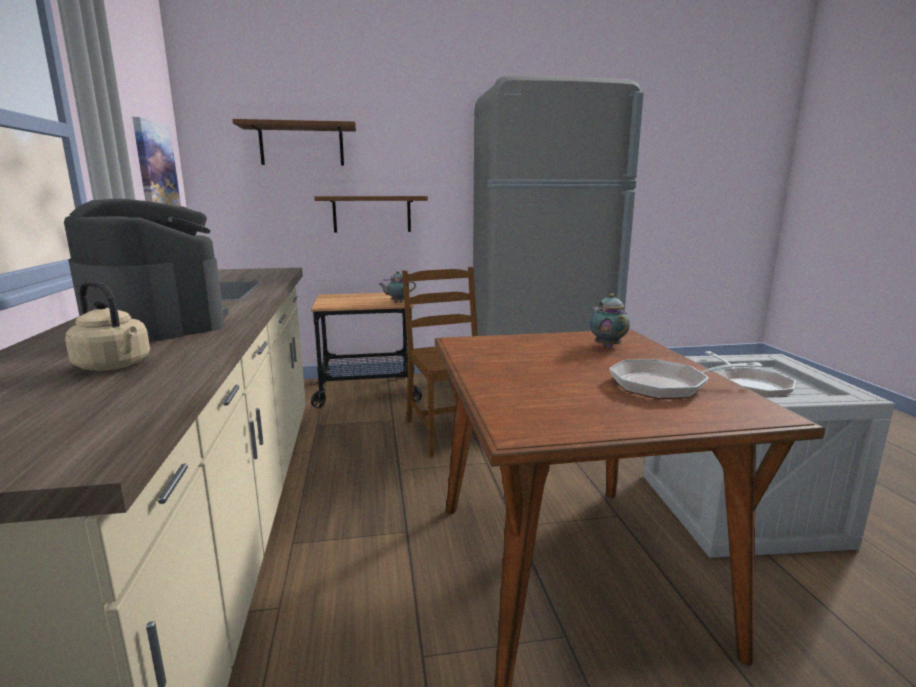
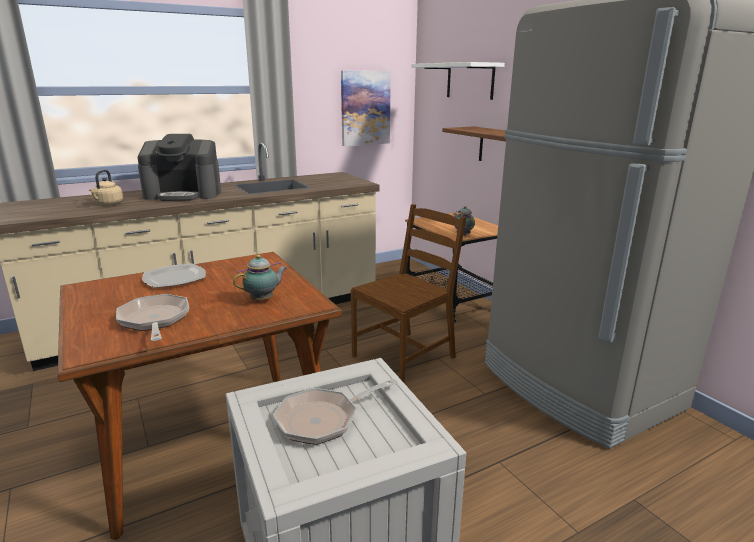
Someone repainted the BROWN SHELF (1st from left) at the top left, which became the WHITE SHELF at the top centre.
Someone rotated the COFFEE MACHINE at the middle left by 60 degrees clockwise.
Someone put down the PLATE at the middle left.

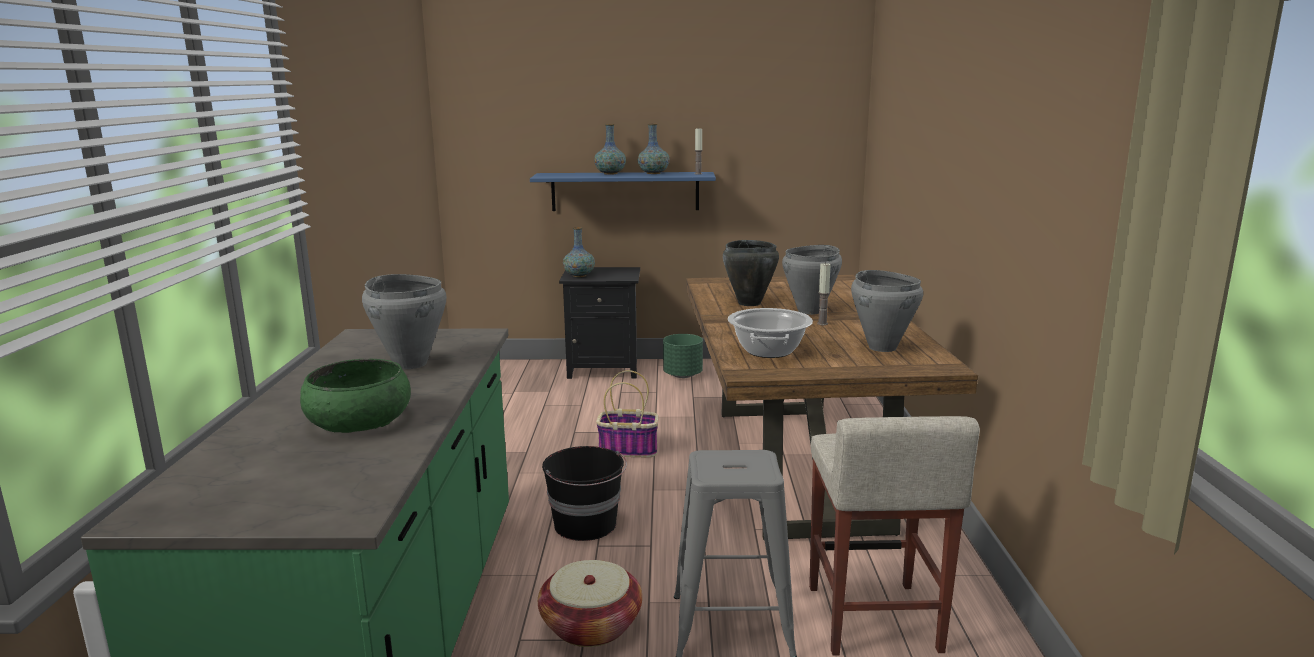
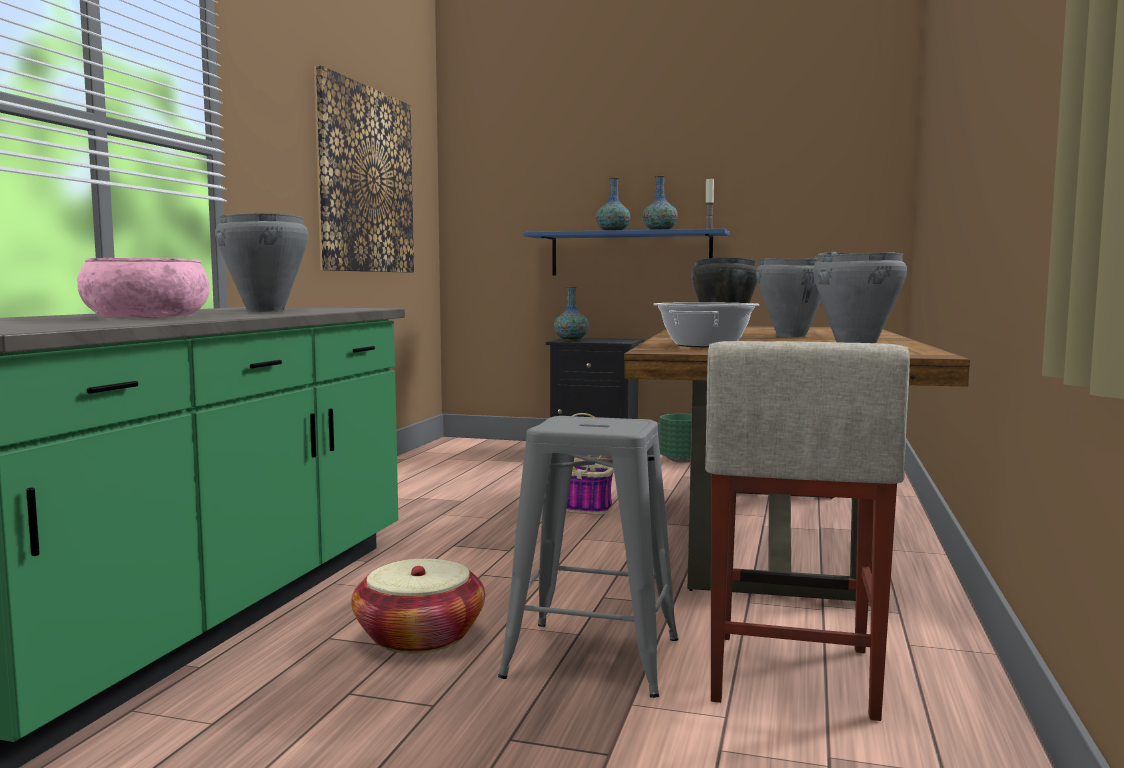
Someone took away the CANDLE (2nd from left) at the centre.
Someone repainted the GREEN BOWL at the middle left, which became the PINK BOWL at the middle left.
Someone took away the BLACK BUCKET at the bottom centre.
Someone put up the PICTURE at the top left.

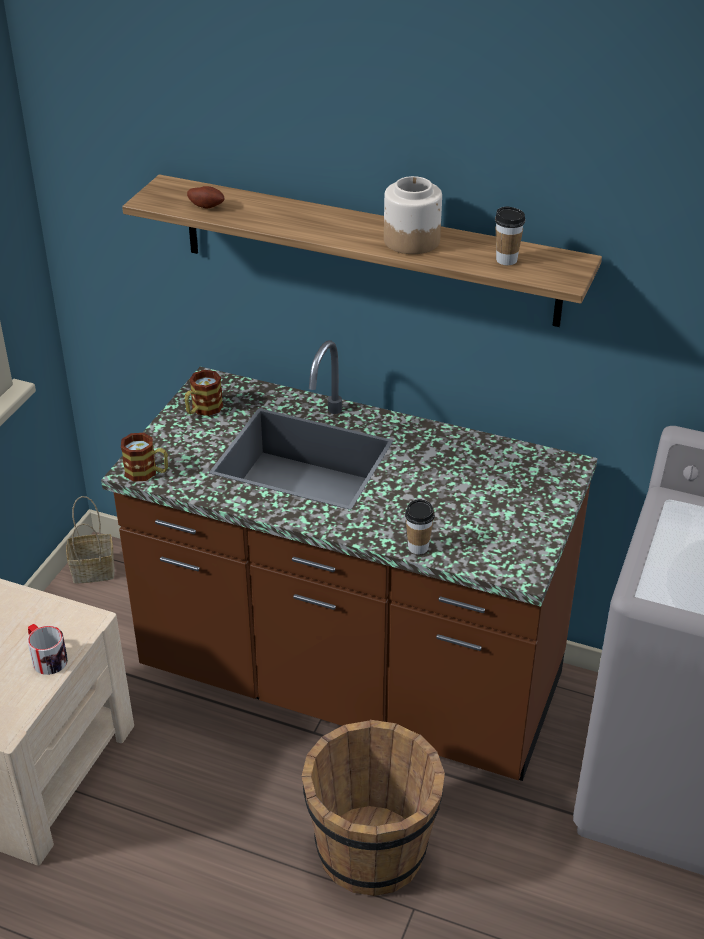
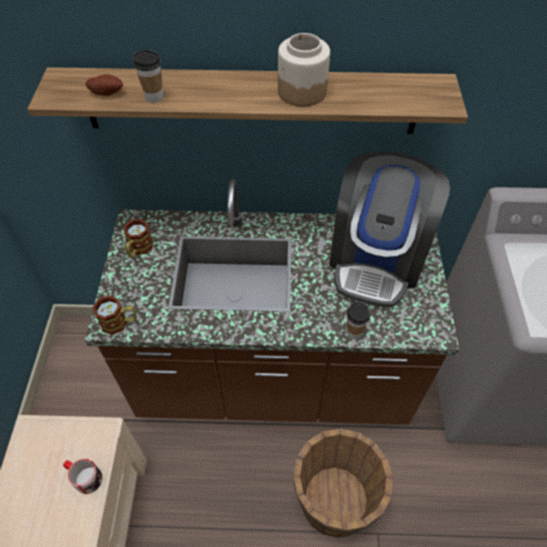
Someone carried the CUP (2nd from left in the first image) from the top right to the top left.
Someone took away the BASKET at the middle left.
Someone put down the COFFEE MACHINE at the middle right.

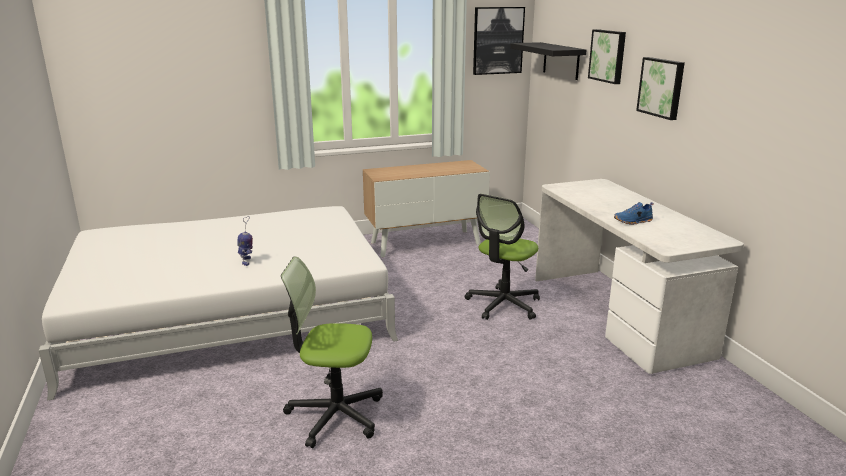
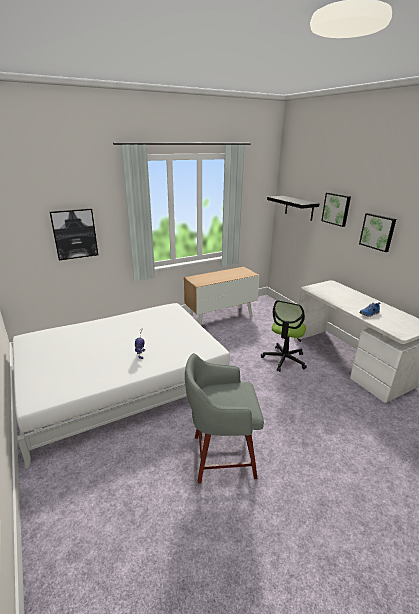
Someone carried the PICTURE (1st from left) from the top centre to the middle left.
Someone swapped the OFFICE CHAIR (1st from left) at the bottom centre for the GREY STOOL at the bottom centre.

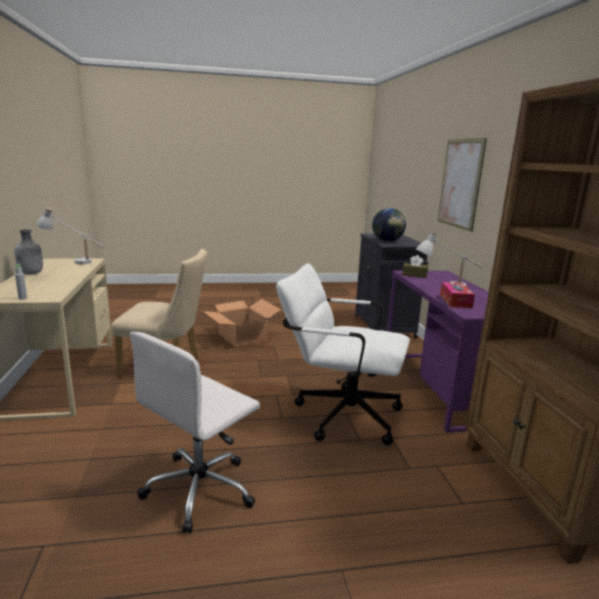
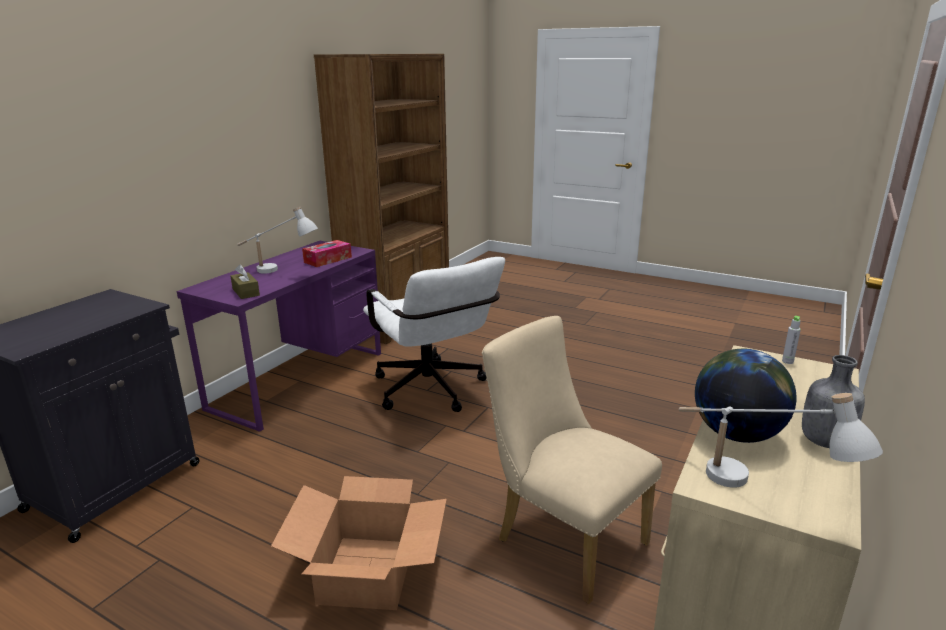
Someone took away the PICTURE at the top right.
Someone carried the GLOBE from the centre to the middle right.
Someone took away the WHITE OFFICE CHAIR (1st from left) at the bottom left.

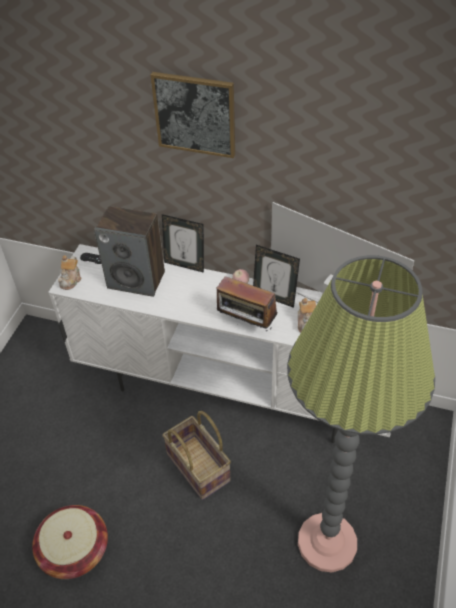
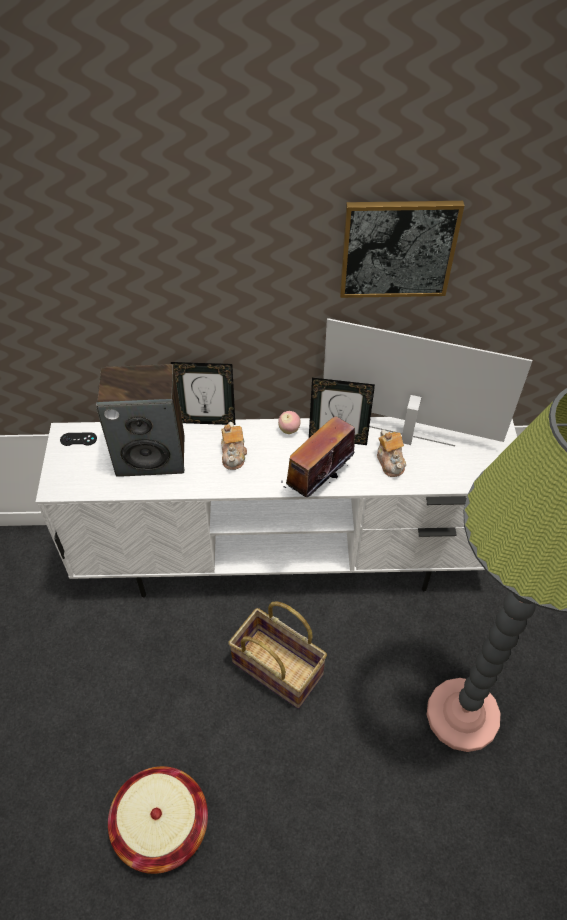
Someone carried the PICTURE from the top centre to the top right.
Someone carried the TEAPOT (1st from left) from the middle left to the centre.
Someone rotated the RADIO at the centre by 120 degrees clockwise.

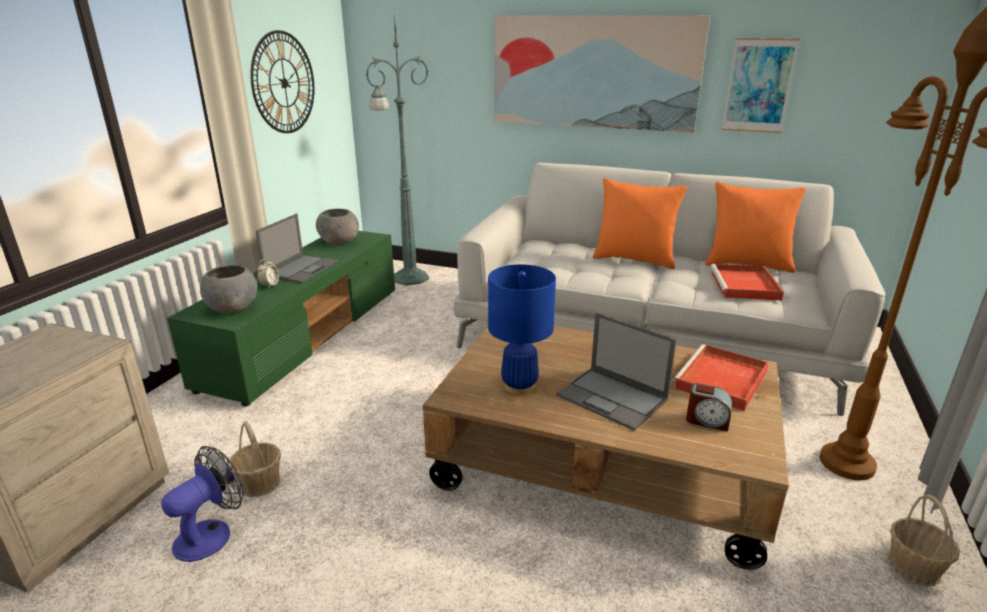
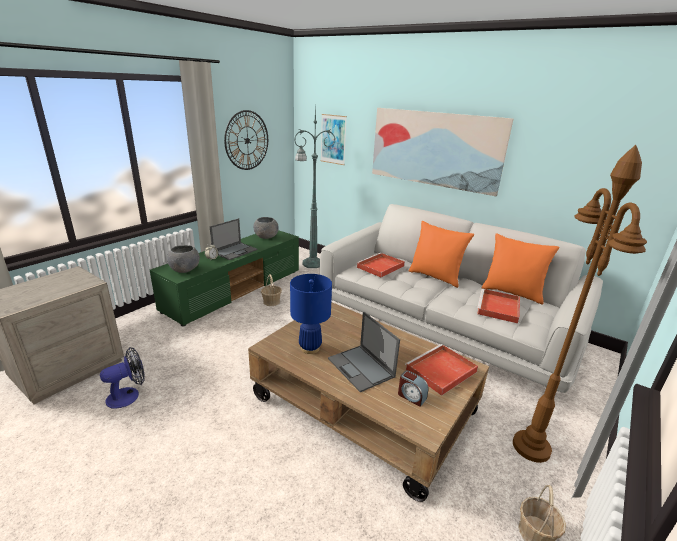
Someone carried the PICTURE (2nd from left in the first image) from the top right to the top centre.
Someone carried the BASKET (1st from left) from the bottom left to the centre.
Someone put down the RED TRAY (1st from left) at the centre.

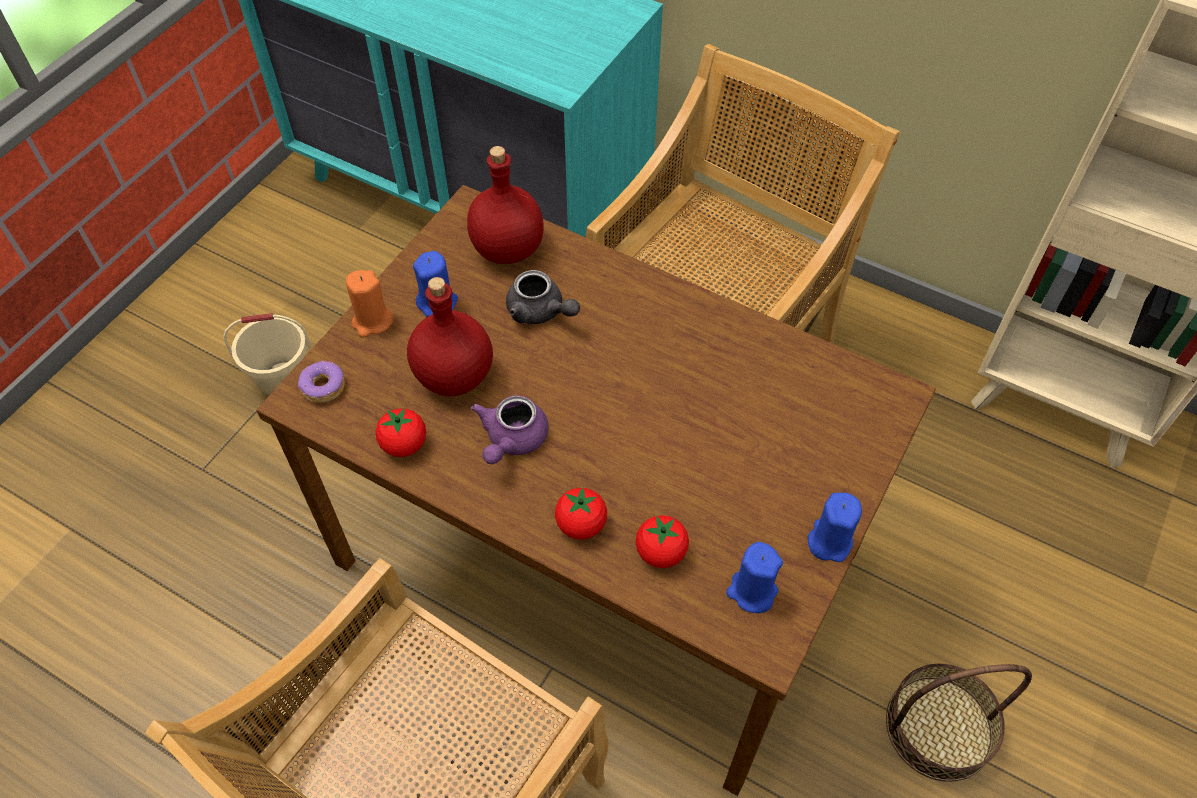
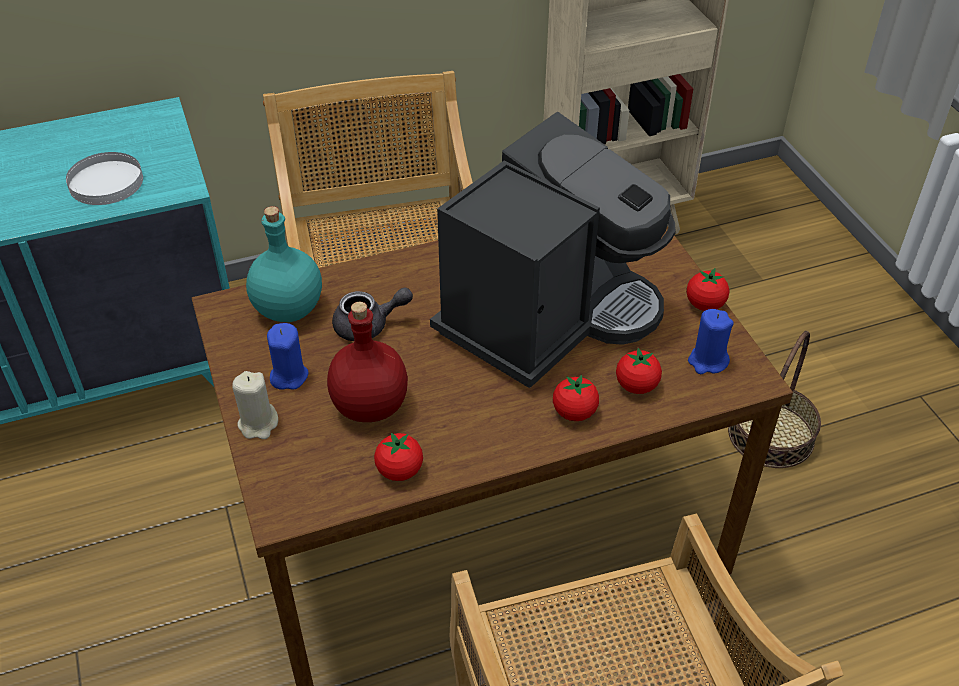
Someone repainted the RED BOTTLE (2nd from left) at the top centre, which became the TURQUOISE BOTTLE at the middle left.
Someone repainted the ORANGE CANDLE at the middle left, which became the BEIGE CANDLE at the middle left.
Someone took away the BEIGE BUCKET at the middle left.
Someone took away the DONUT at the middle left.
Someone took away the PURPLE TEAPOT at the centre.
Someone swapped the BLUE CANDLE (3rd from left) at the middle right for the TOMATO (4th from left) at the middle right.
Someone put down the COFFEE MACHINE at the centre.
Someone put down the WHITE PLATE at the top left.

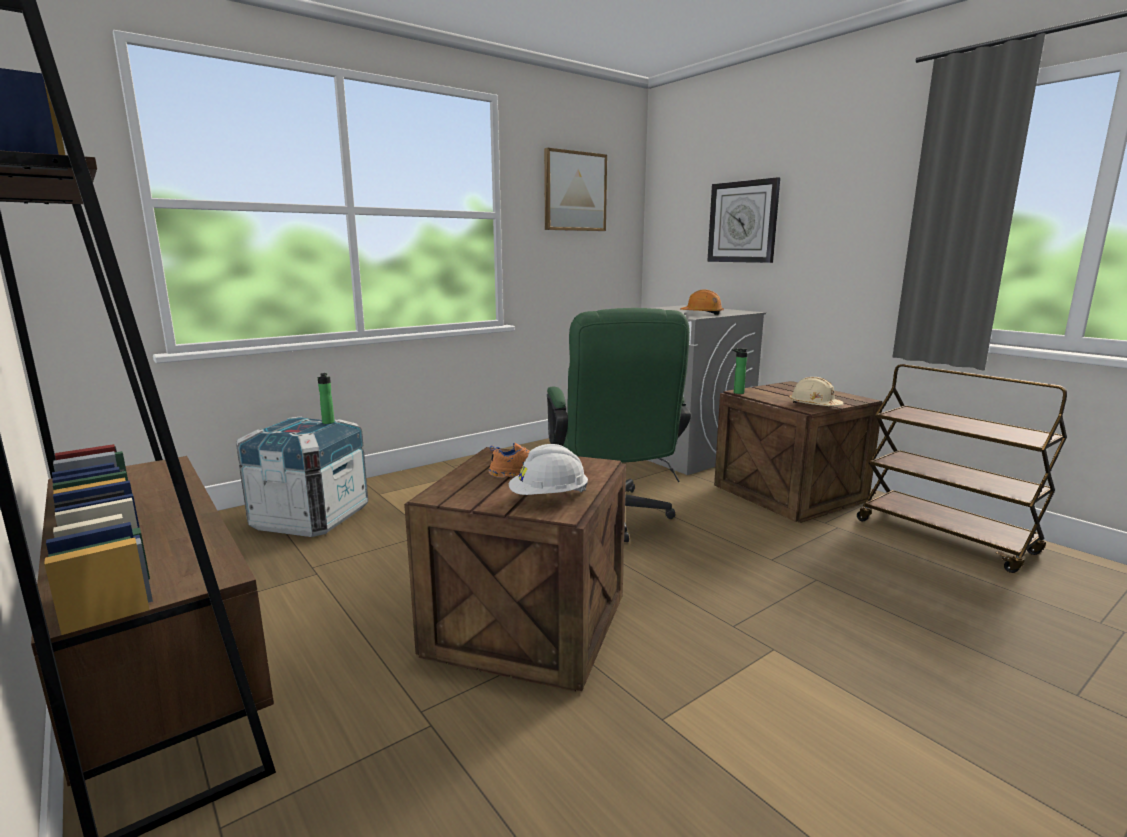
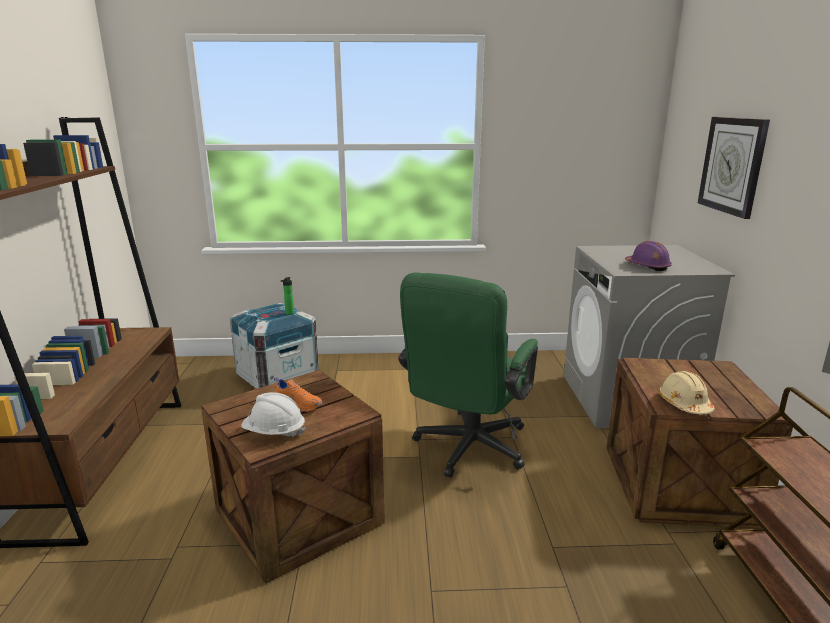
Someone took away the PICTURE at the top centre.
Someone repainted the ORANGE HARD HAT at the centre, which became the PURPLE HARD HAT at the middle right.
Someone took away the BOTTLE (2nd from left) at the centre.

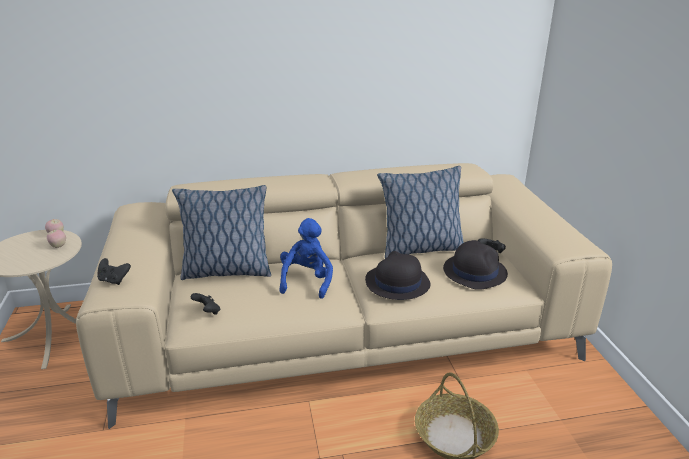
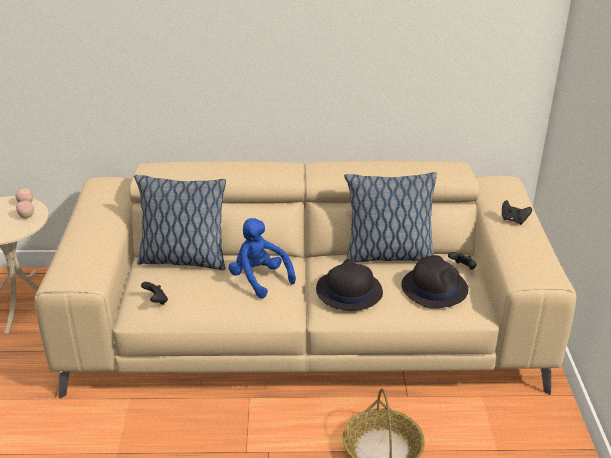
Someone rotated the BLUE PLUSH TOY at the centre by 60 degrees counterclockwise.
Someone carried the BLACK GAME CONTROLLER (1st from left in the first image) from the middle left to the middle right.

